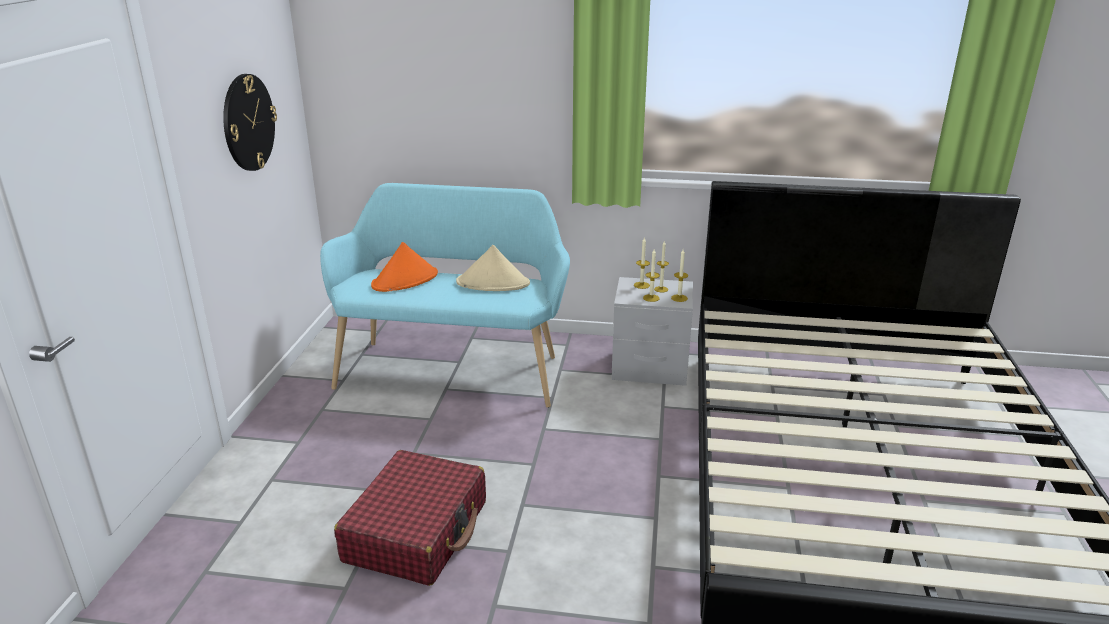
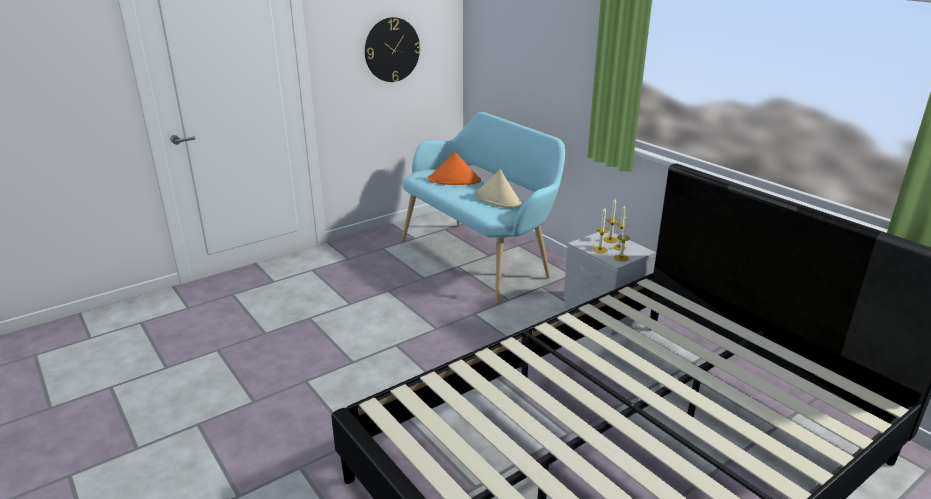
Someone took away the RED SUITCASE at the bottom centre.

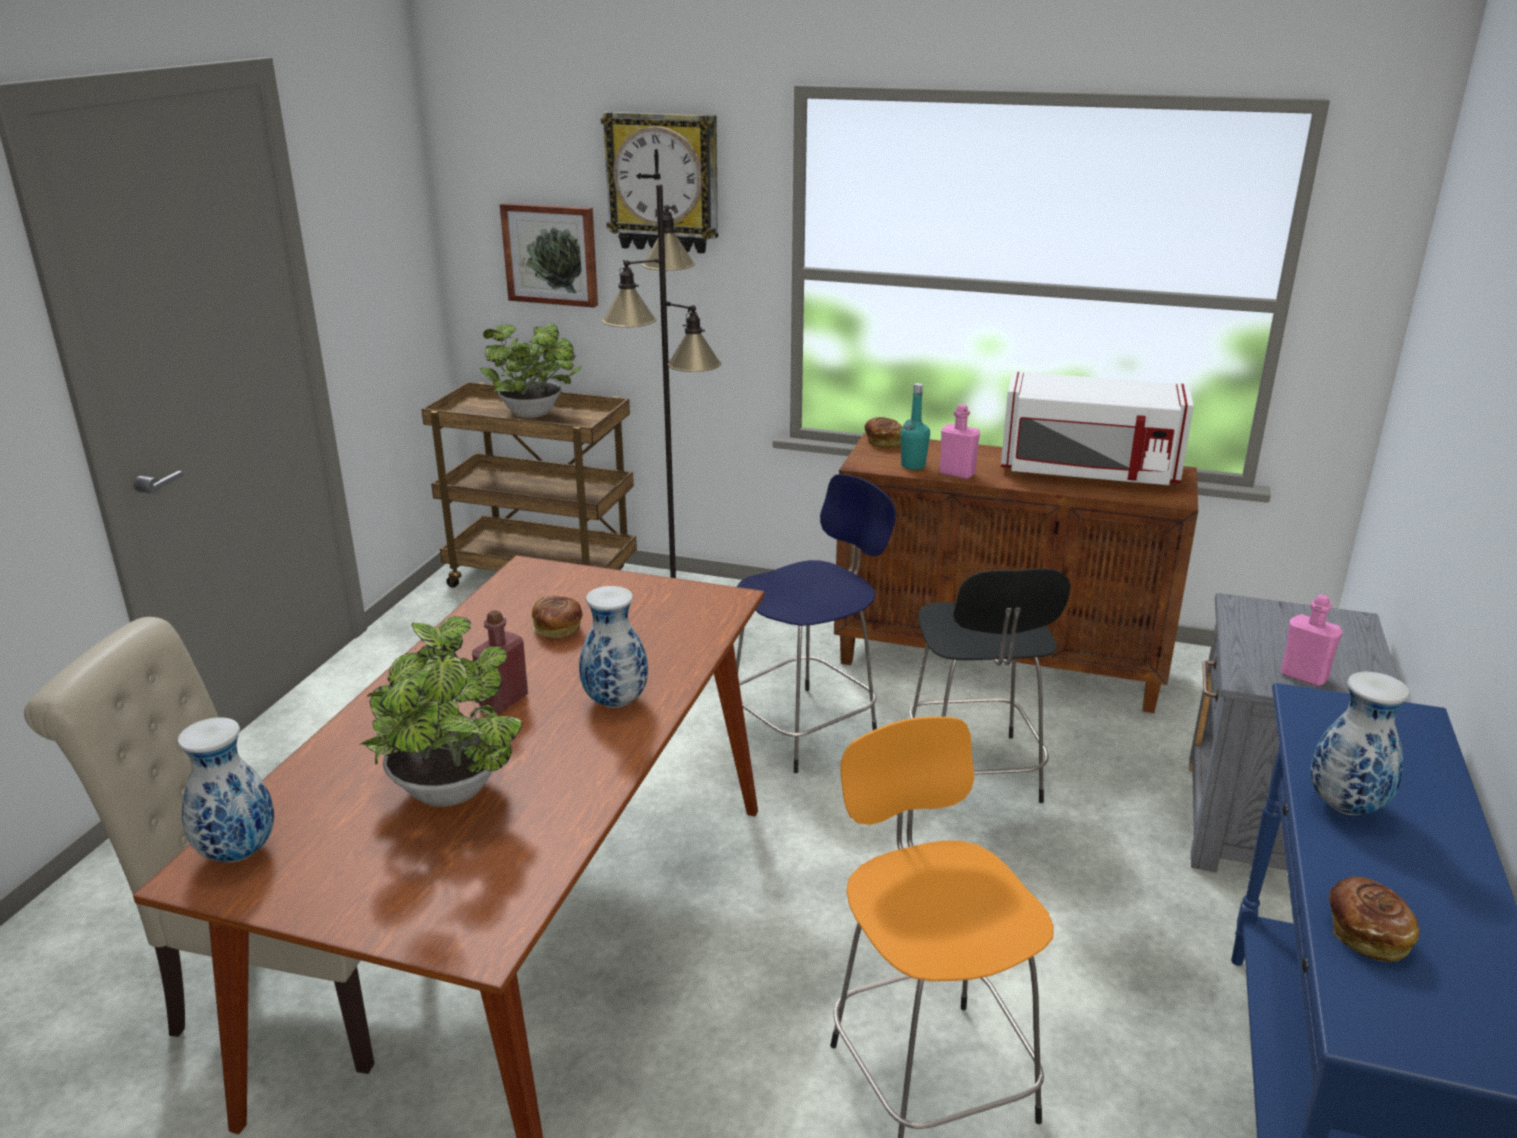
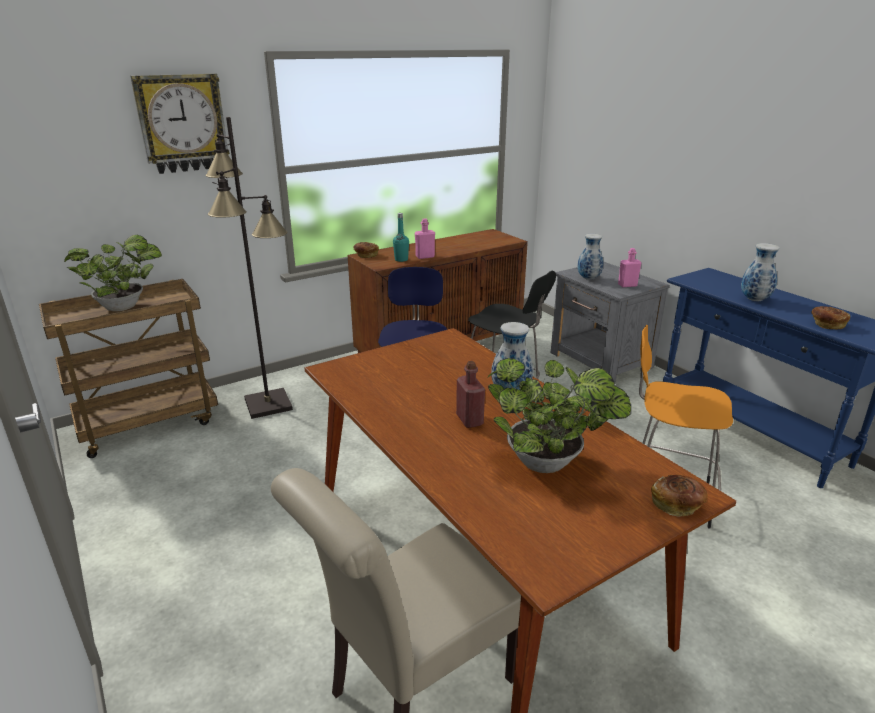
Someone took away the PICTURE at the top centre.
Someone took away the WHITE MICROWAVE at the middle right.
Someone carried the BREAD (1st from left in the first image) from the centre to the bottom right.
Someone carried the VASE (1st from left in the first image) from the bottom left to the middle right.

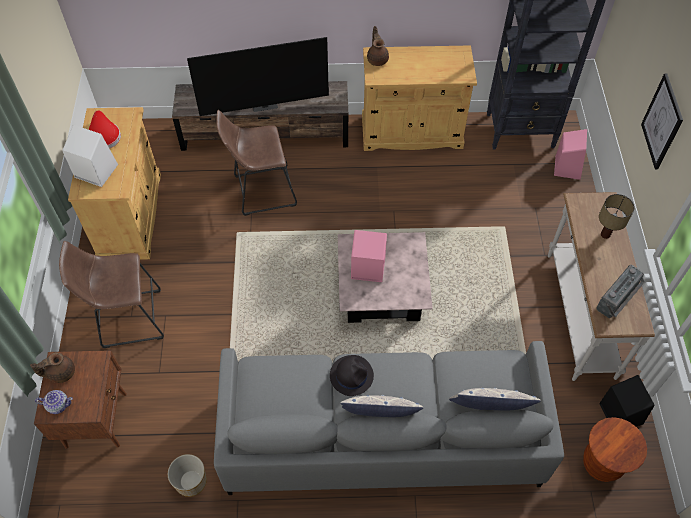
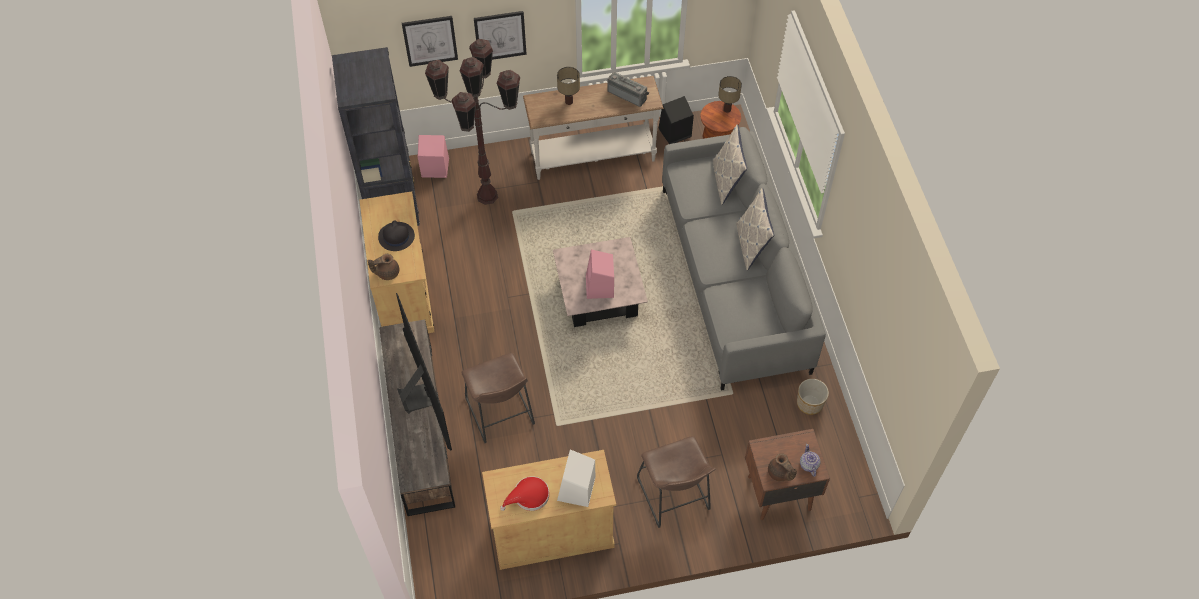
Someone carried the BLACK HAT from the bottom centre to the middle left.
Someone put up the PICTURE (1st from left) at the top centre.
Someone put down the BROWN FLOOR LAMP at the top centre.
Someone put down the TABLE LAMP (2nd from left) at the top centre.

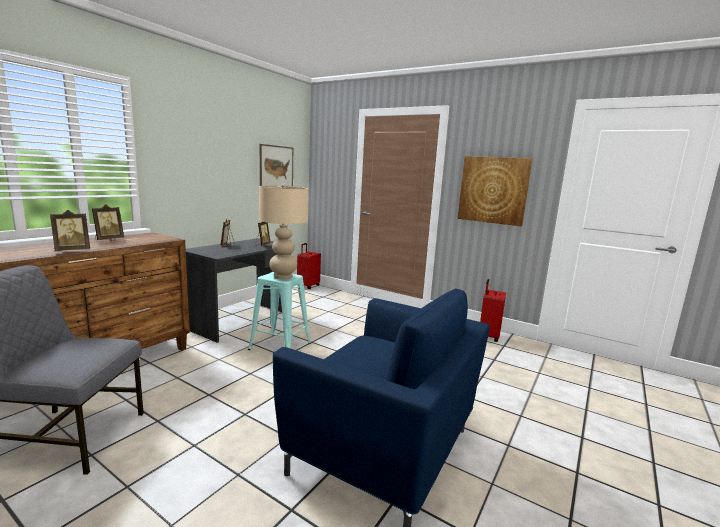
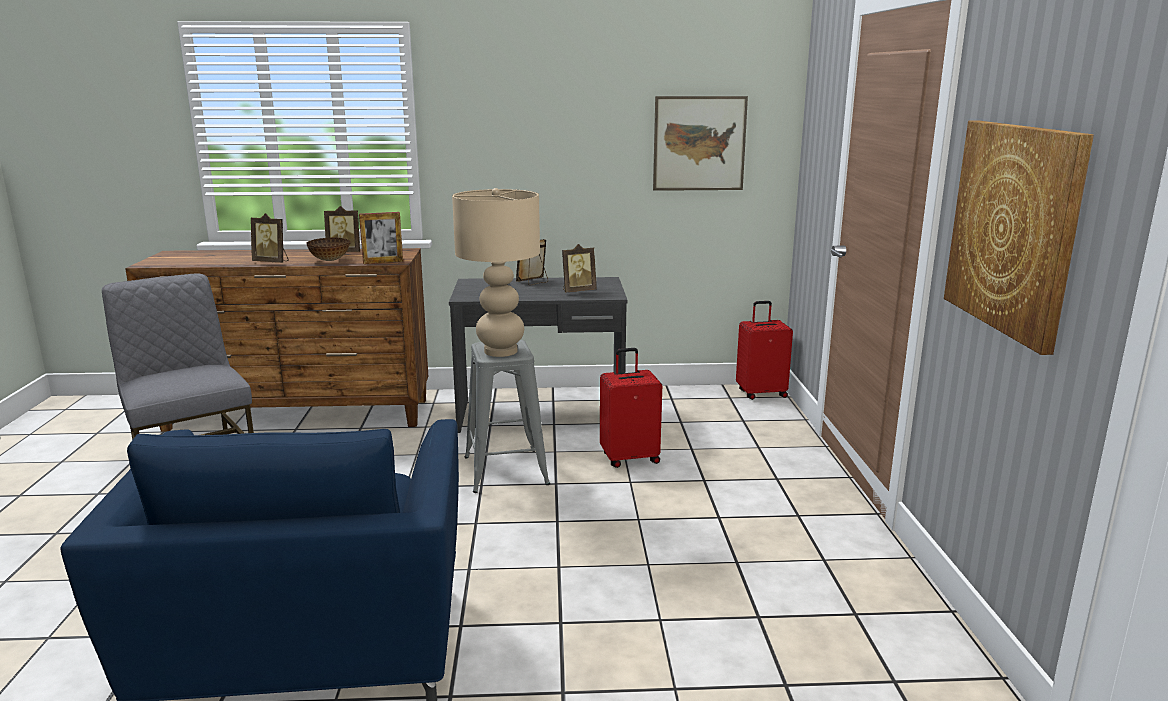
Someone repainted the TURQUOISE STOOL at the centre, which became the GREY STOOL at the centre.
Someone carried the RED SUITCASE (2nd from left in the first image) from the middle right to the centre.
Someone put down the PICTURE FRAME (3rd from left) at the middle left.
Someone put down the BOWL at the middle left.

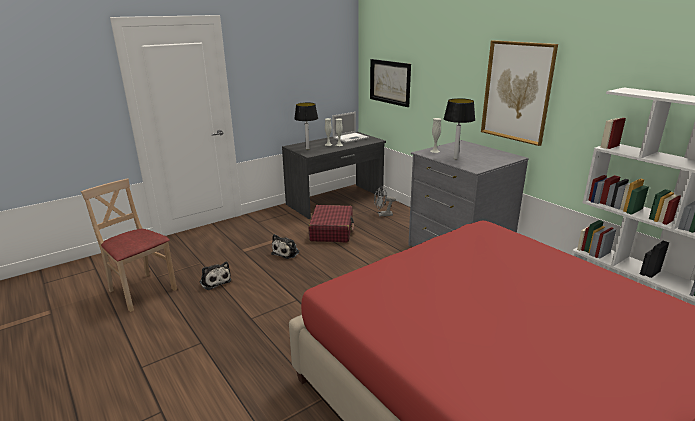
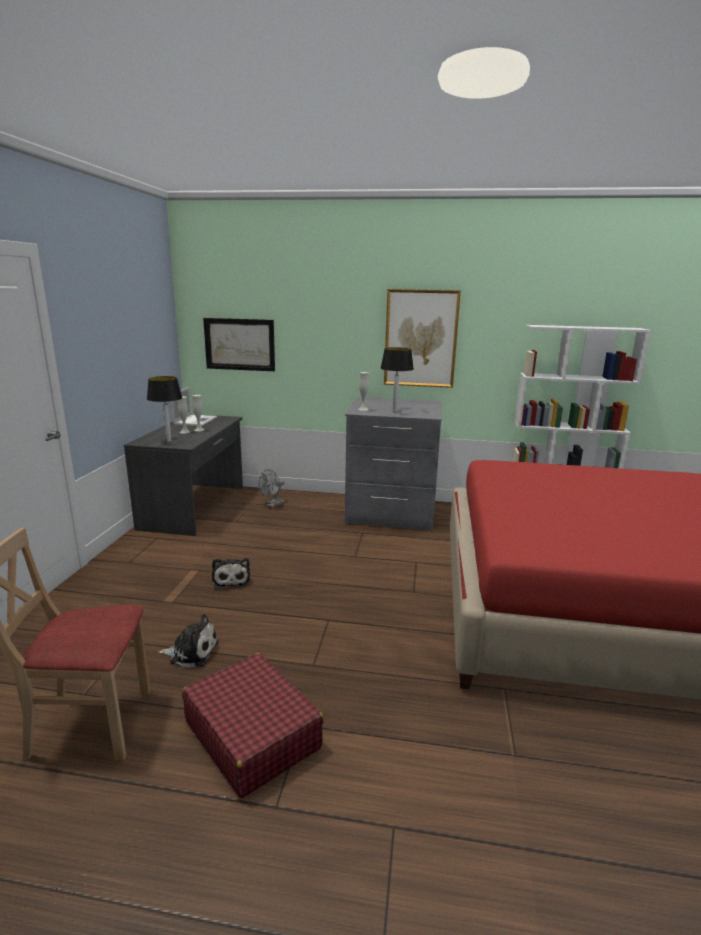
Someone carried the RED SUITCASE from the centre to the bottom centre.

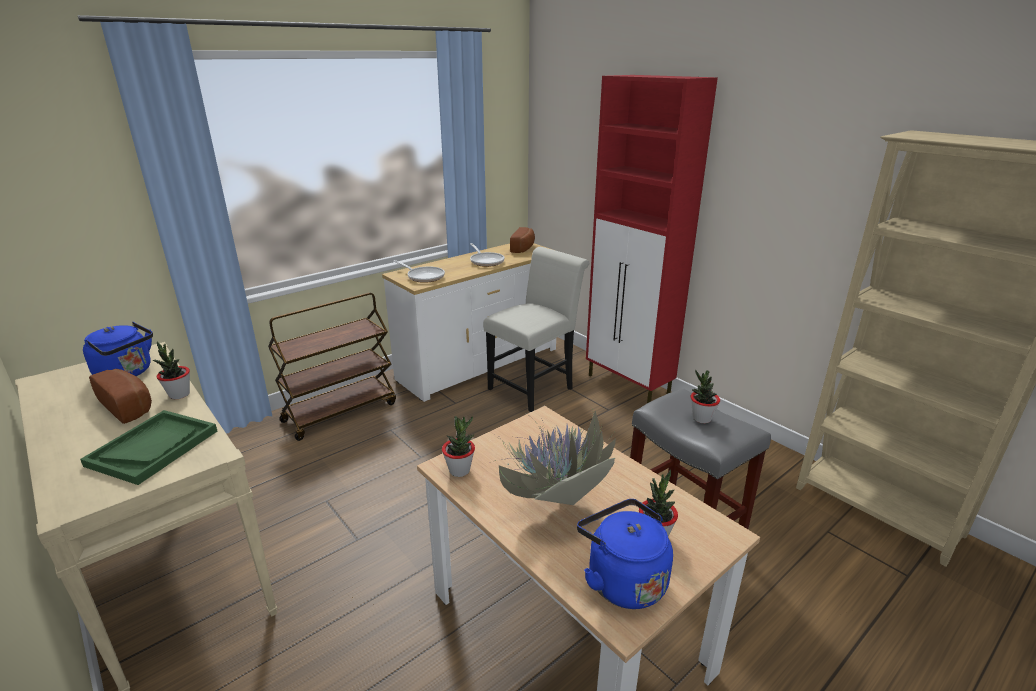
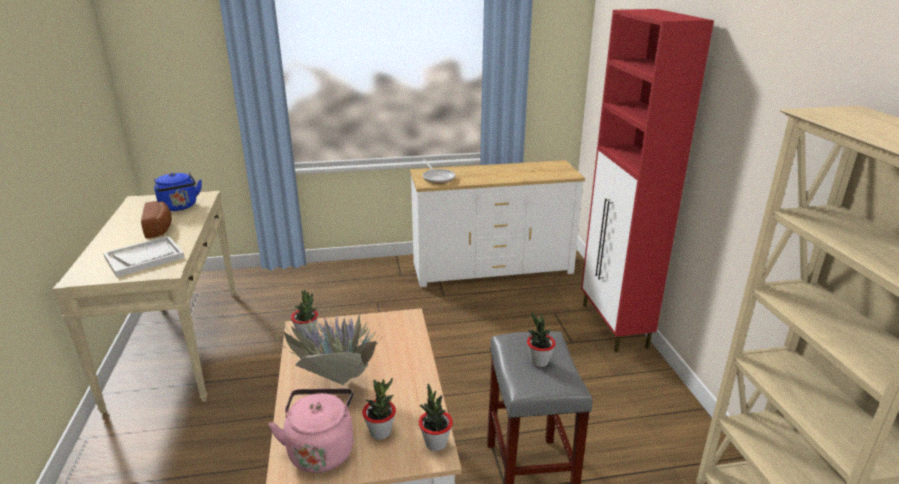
Someone took away the BREAD (2nd from left) at the centre.
Someone took away the FRYING PAN (2nd from left) at the centre.
Someone took away the WHITE CHAIR at the centre.
Someone took away the BROWN CART at the middle left.
Someone carried the POTTED PLANT (1st from left in the first image) from the middle left to the bottom centre.
Someone repainted the GREEN TRAY at the middle left, which became the WHITE TRAY at the middle left.
Someone repainted the BLUE KETTLE (2nd from left) at the bottom centre, which became the PINK KETTLE at the bottom centre.

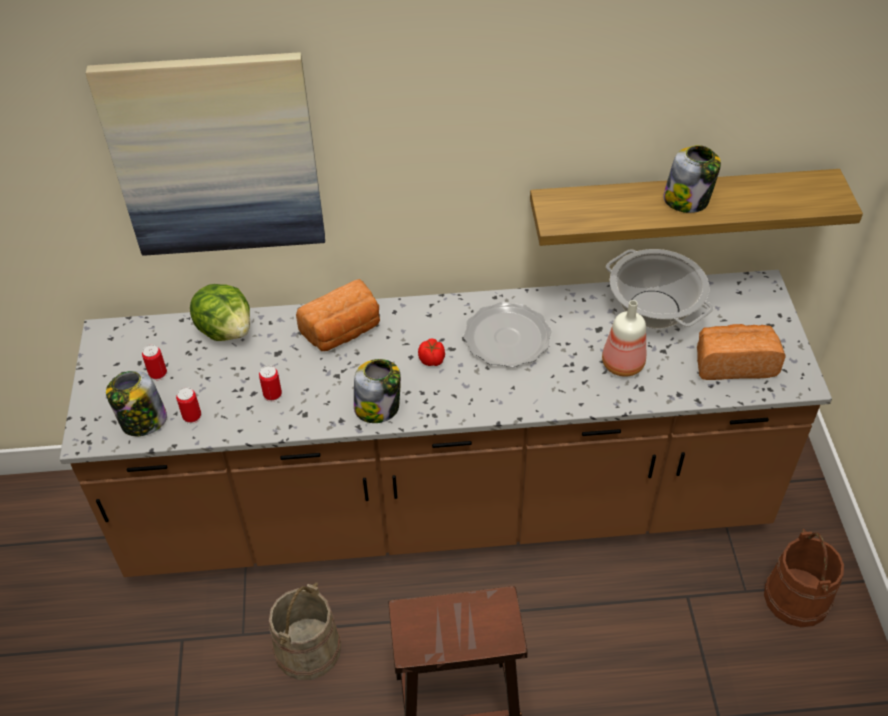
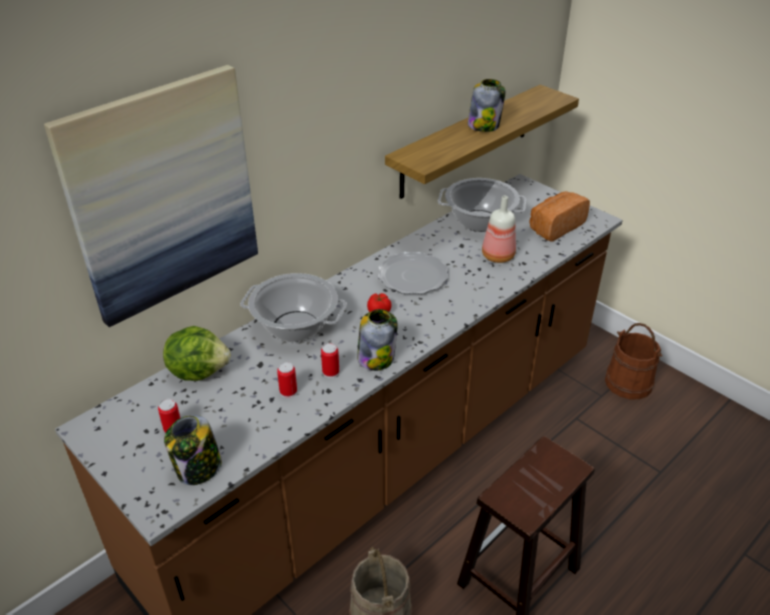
Someone swapped the BREAD (1st from left) at the centre for the COOKING POT (1st from left) at the centre.
Someone carried the CAN (2nd from left in the first image) from the middle left to the centre.

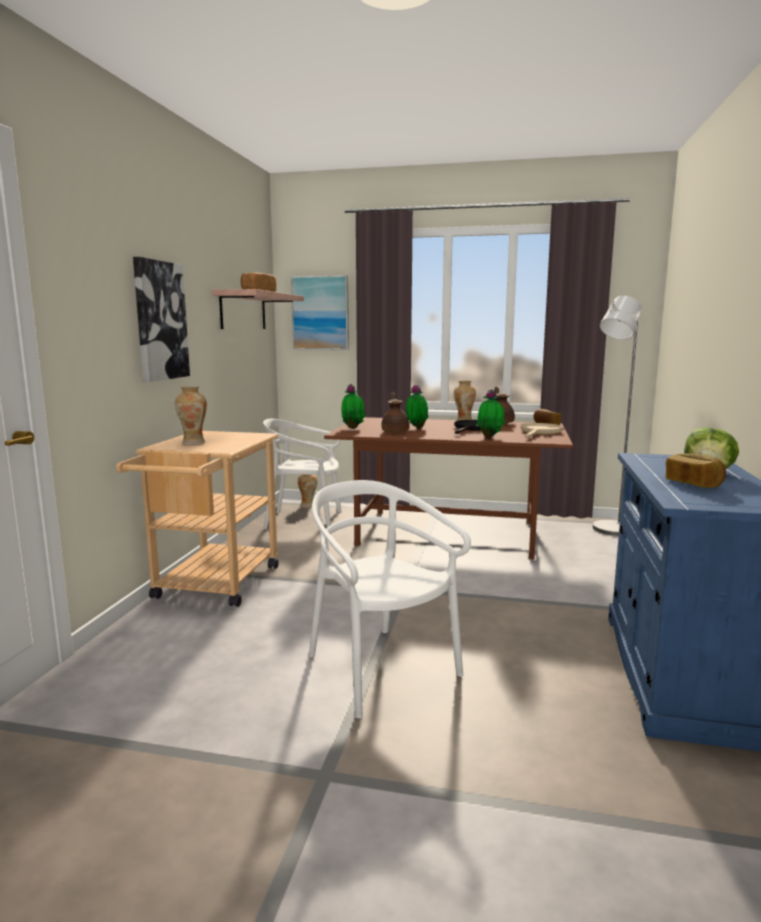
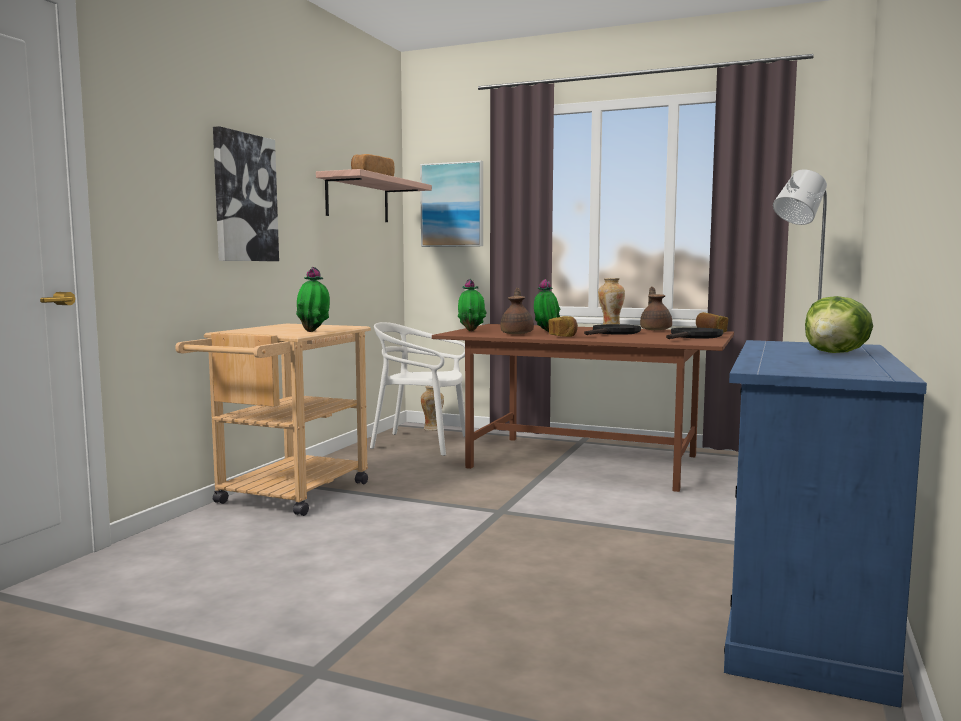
Someone took away the VASE (1st from left) at the middle left.
Someone carried the POTTED PLANT (3rd from left in the first image) from the centre to the middle left.
Someone repainted the BEIGE FRYING PAN at the middle right, which became the BLACK FRYING PAN (2nd from left) at the middle right.
Someone carried the BREAD (3rd from left in the first image) from the middle right to the centre.
Someone took away the WHITE CHAIR (2nd from left) at the centre.

